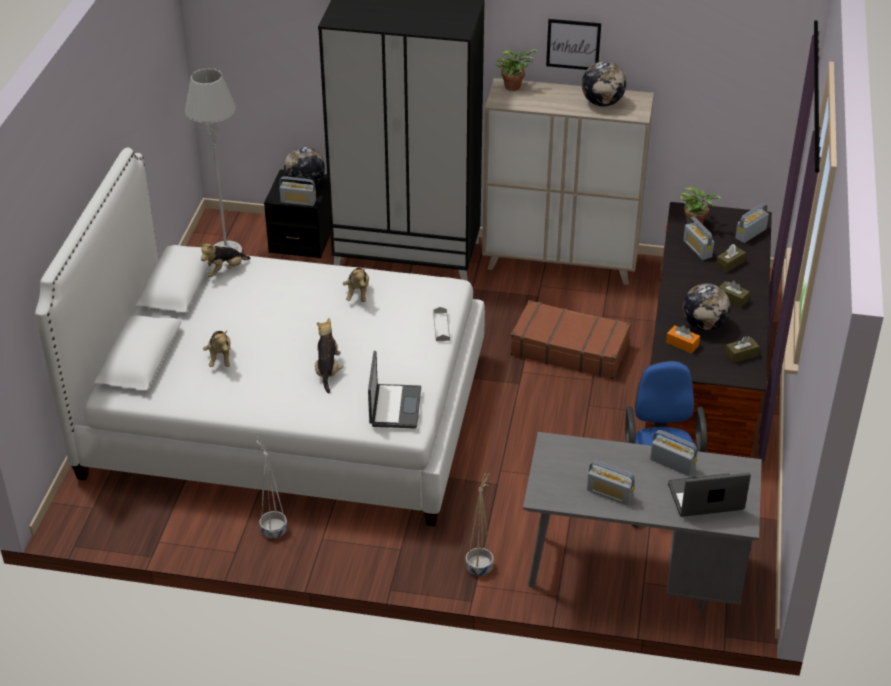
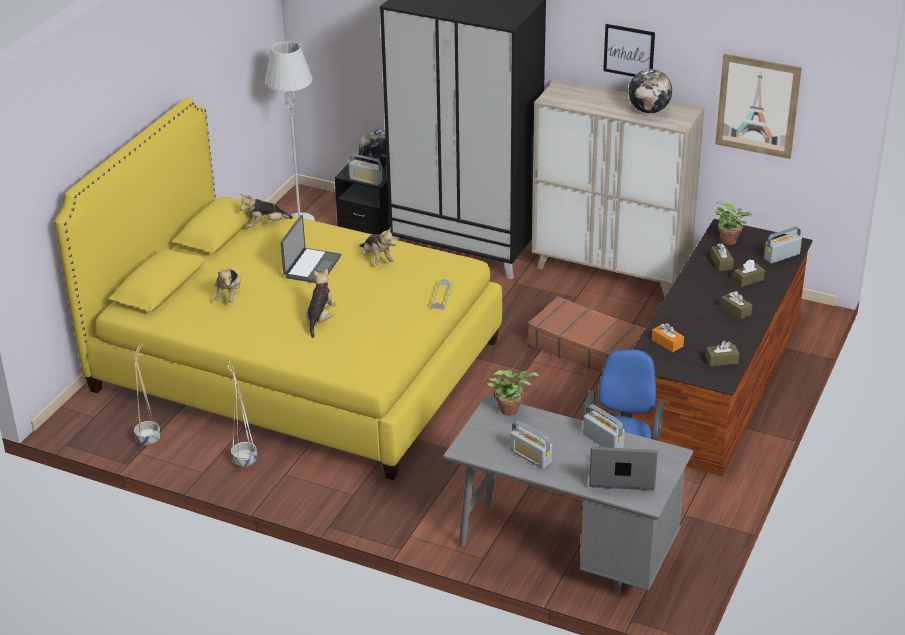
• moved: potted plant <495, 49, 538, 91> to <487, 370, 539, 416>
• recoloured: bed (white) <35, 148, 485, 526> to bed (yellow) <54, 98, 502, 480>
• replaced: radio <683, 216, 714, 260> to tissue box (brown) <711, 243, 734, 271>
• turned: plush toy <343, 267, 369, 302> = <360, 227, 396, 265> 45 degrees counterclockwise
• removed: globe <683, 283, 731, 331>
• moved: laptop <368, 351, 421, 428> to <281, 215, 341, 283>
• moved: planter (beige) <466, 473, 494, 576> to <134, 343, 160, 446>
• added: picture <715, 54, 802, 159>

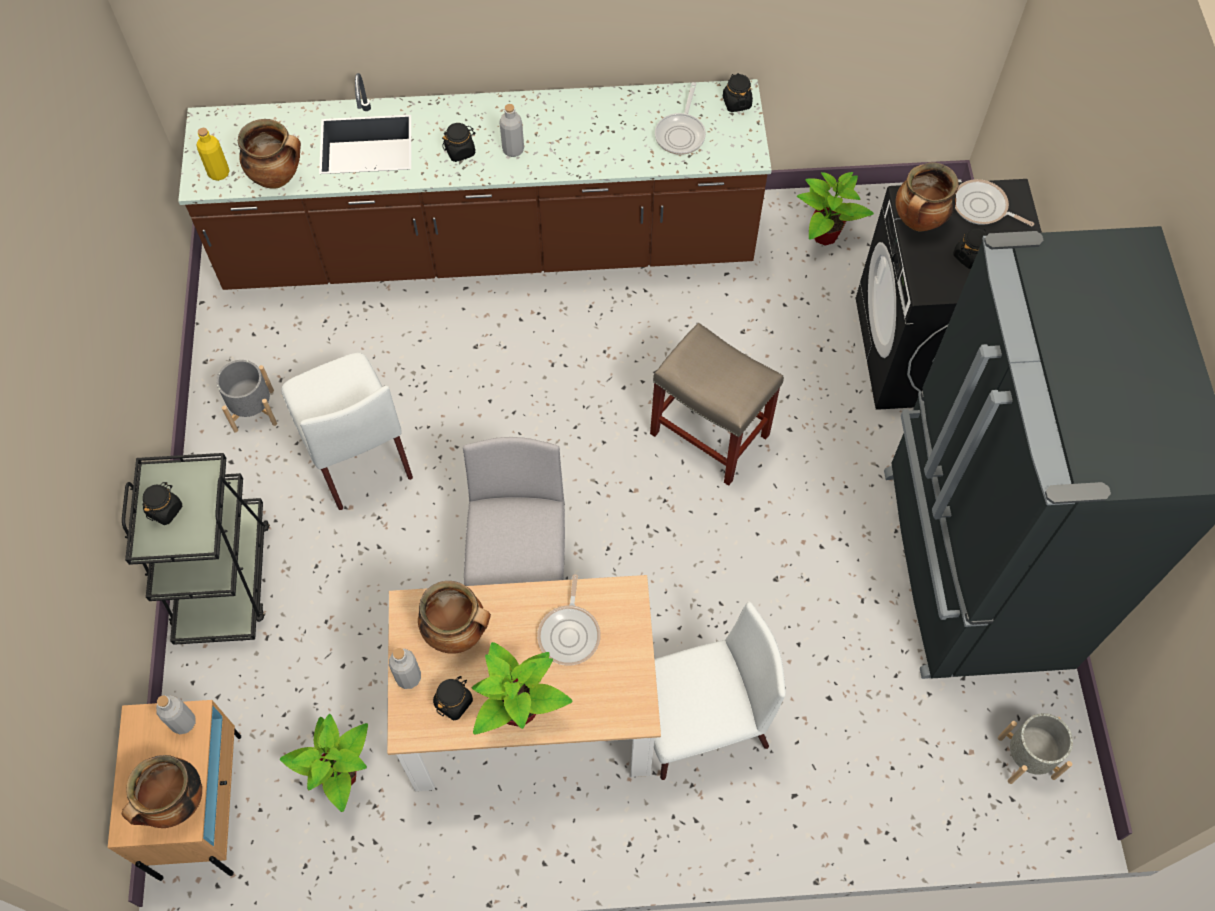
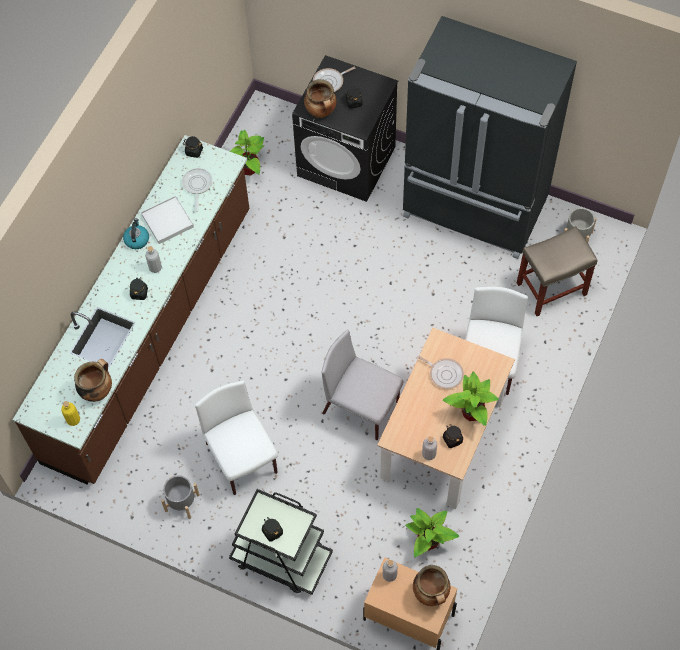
• turned: frying pan <655, 82, 706, 155> = <182, 168, 212, 212> 135 degrees counterclockwise
• moved: stool (beige) <650, 323, 784, 486> to <517, 226, 597, 316>
• turned: chair (white) <281, 353, 413, 510> = <195, 381, 278, 495> 120 degrees counterclockwise
• removed: cooking pot <418, 581, 491, 654>
• added: tray (white) <141, 196, 194, 244>
• added: kettle <123, 218, 149, 249>

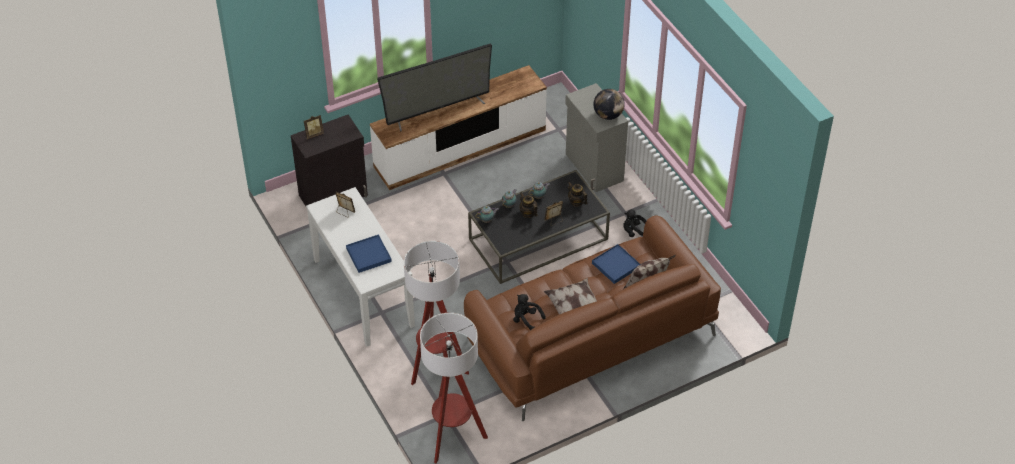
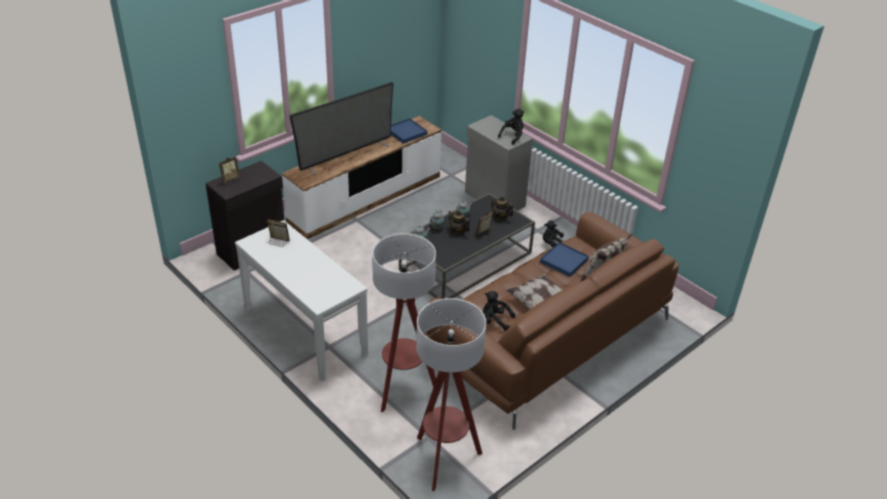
• replaced: globe <594, 89, 625, 120> to plush toy (black) <498, 108, 524, 145>
• moved: tray (blue) <346, 235, 392, 273> to <391, 118, 427, 144>

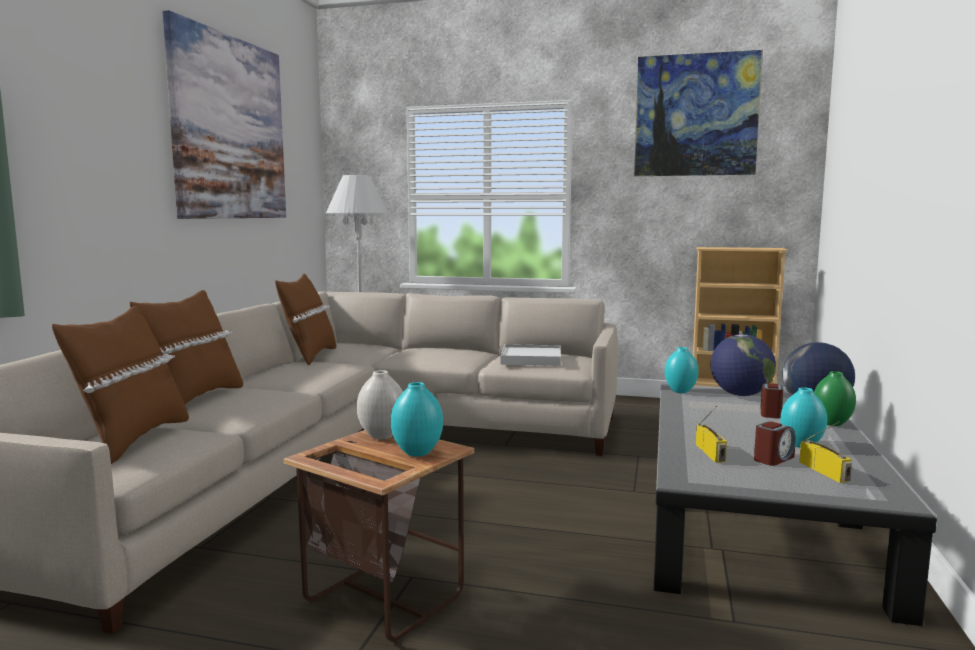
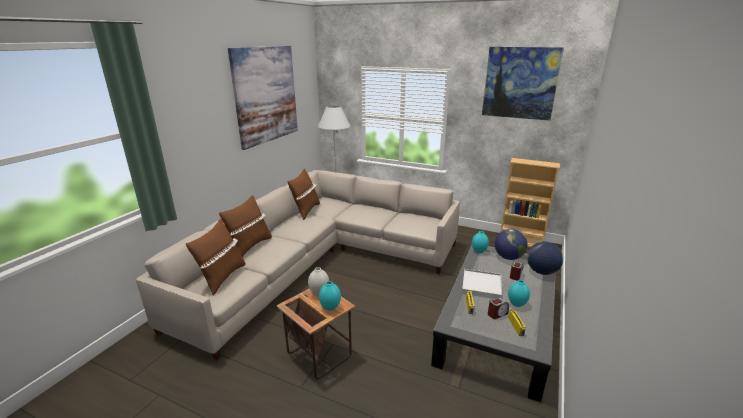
• moved: tray (white) <500, 344, 561, 366> to <462, 269, 502, 299>
• removed: vase (green) <814, 371, 856, 426>

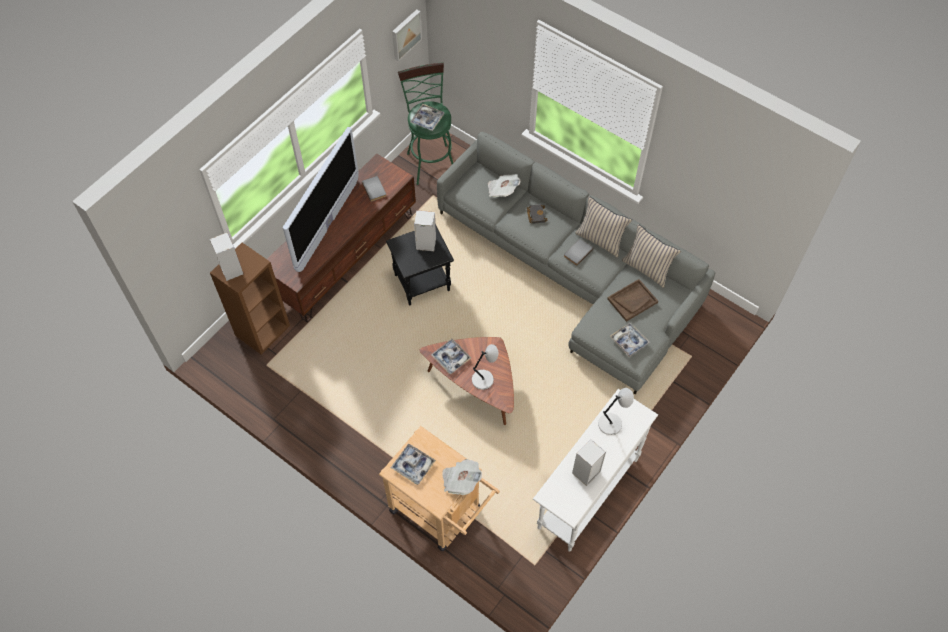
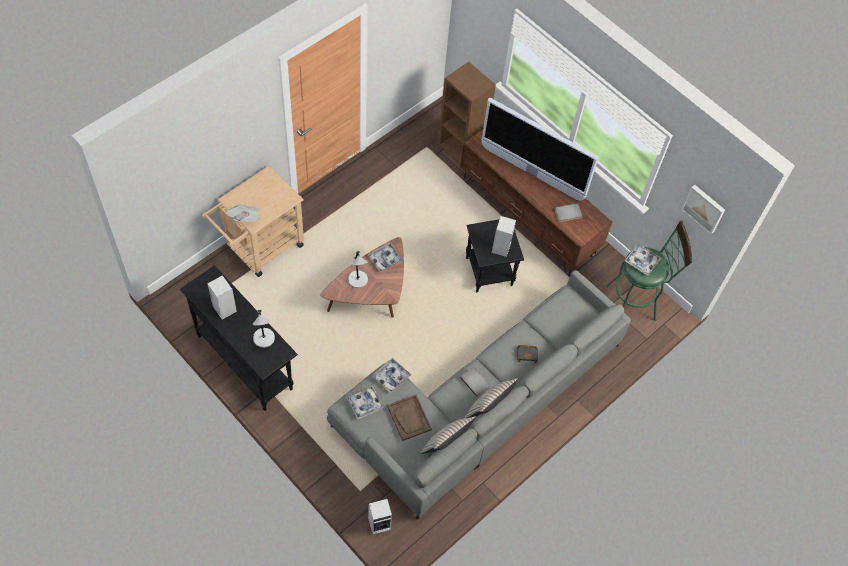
• removed: newspaper <488, 174, 520, 197>
• moved: speaker <210, 233, 243, 281> to <368, 499, 392, 534>
• recoloured: console table (white) <533, 389, 658, 552> to console table (black) <180, 265, 298, 411>
• moved: tray <391, 444, 436, 485> to <372, 358, 411, 393>

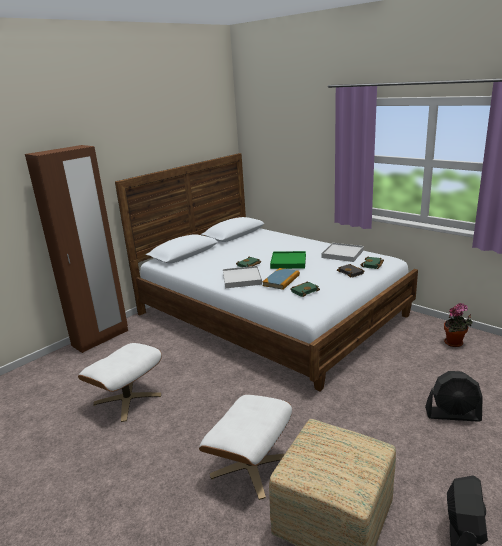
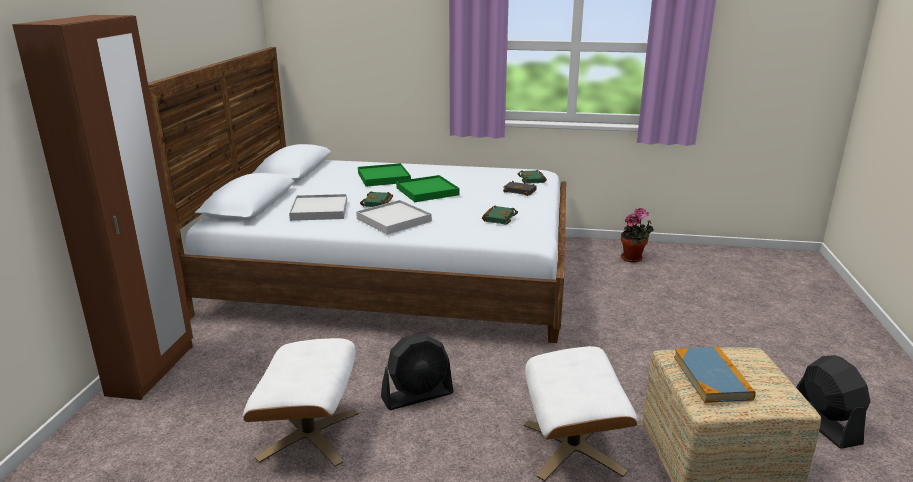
• moved: tray (white) <321, 243, 364, 262> to <289, 194, 347, 221>
• moved: book <262, 268, 300, 290> to <674, 347, 756, 403>
• moved: fan (black) <425, 371, 483, 422> to <381, 334, 454, 410>
• added: tray (green) <358, 163, 411, 187>

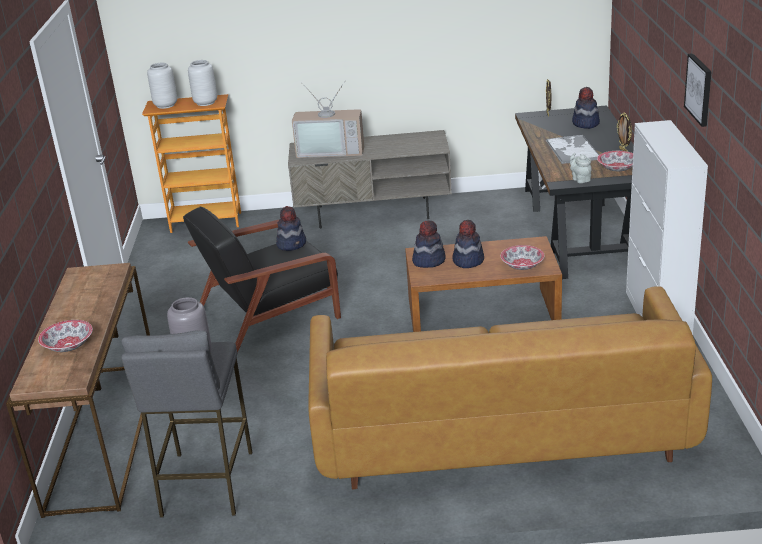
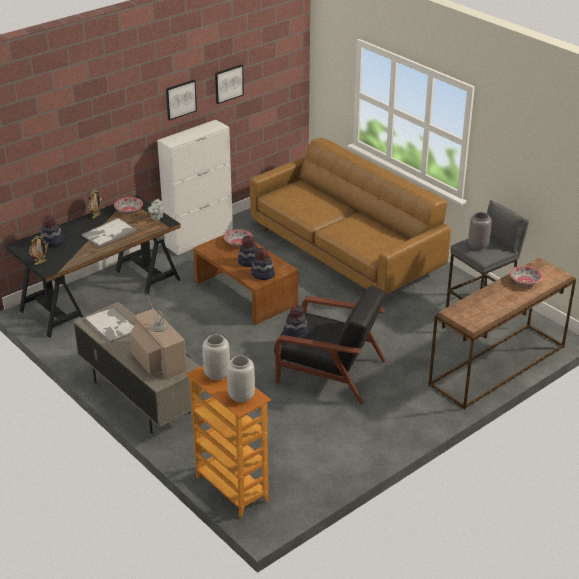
• added: picture <215, 65, 244, 104>
• added: tray <84, 306, 135, 343>

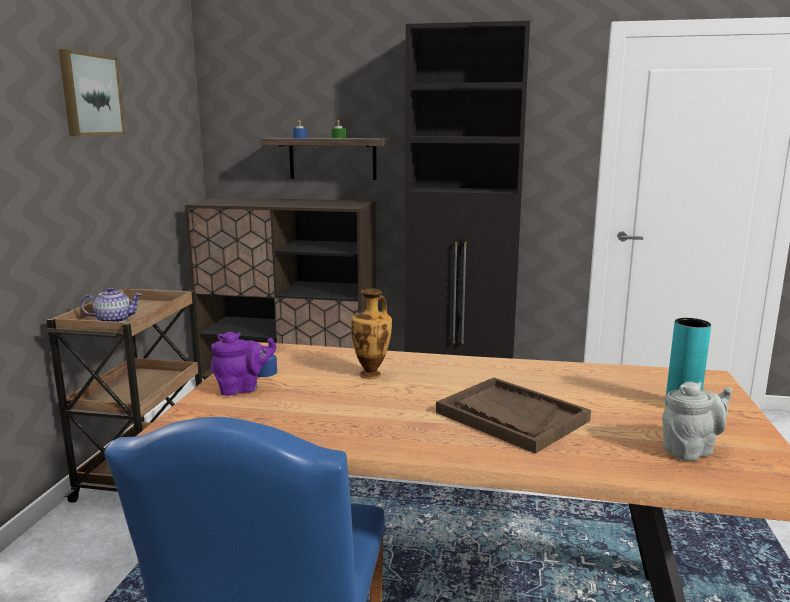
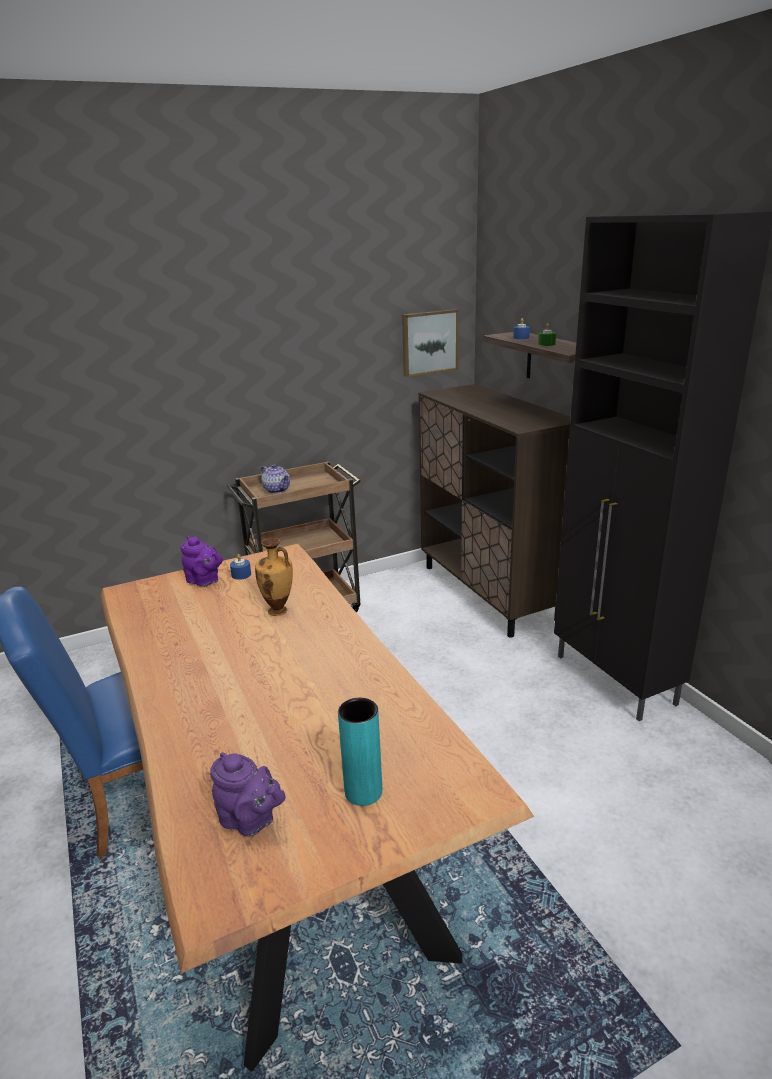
• moved: picture <59, 49, 125, 136> to <402, 309, 459, 377>
• removed: tray (brown) <436, 377, 591, 454>
• recoloured: teapot (grey) <662, 381, 732, 461> to teapot (purple) <210, 752, 285, 836>

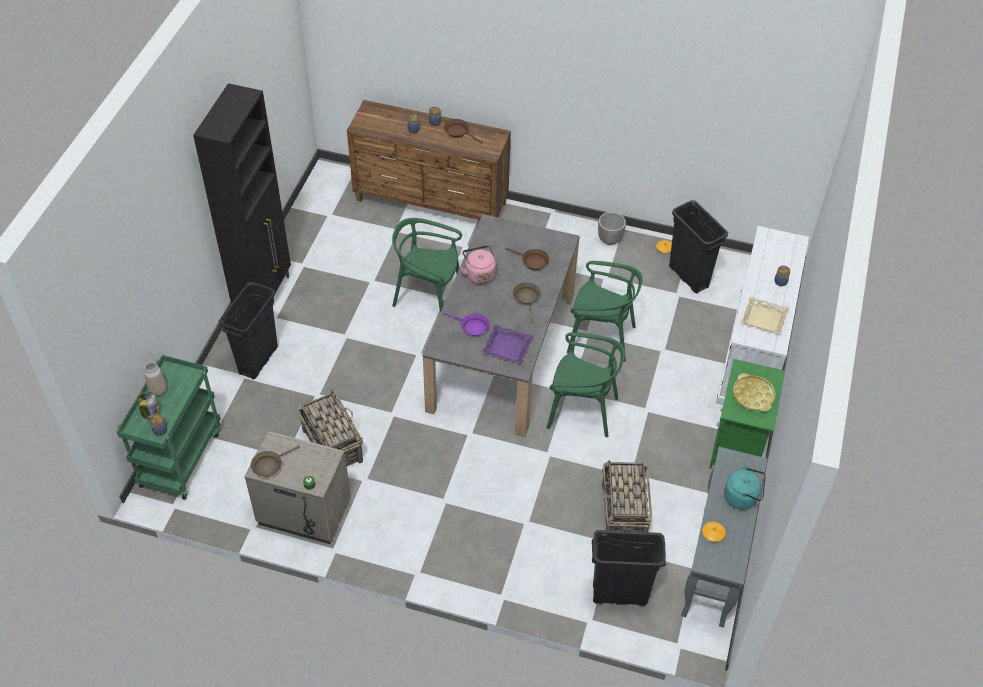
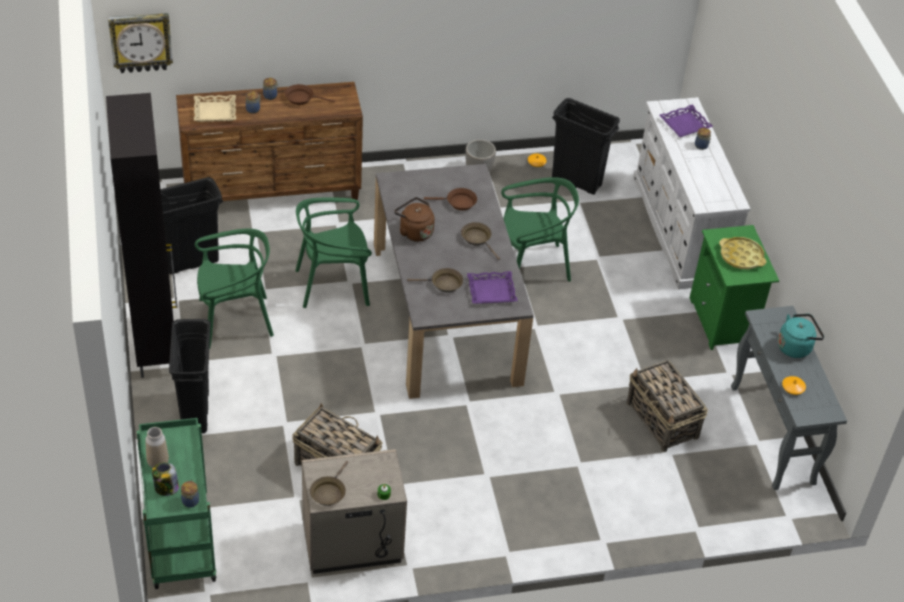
• recoloured: kettle (pink) <460, 245, 496, 284> to kettle (brown) <394, 197, 435, 242>
• moved: tray (beige) <741, 297, 789, 334> to <194, 95, 236, 122>
• recoloured: frying pan (purple) <444, 312, 489, 336> to frying pan (brown) <407, 268, 463, 293>
• moved: chair (green) <546, 332, 625, 437> to <195, 229, 274, 349>
• moved: trash can (black) <592, 530, 666, 606> to <160, 177, 223, 274>
• added: wall clock <108, 13, 173, 73>
• added: tray (purple) <659, 105, 713, 137>

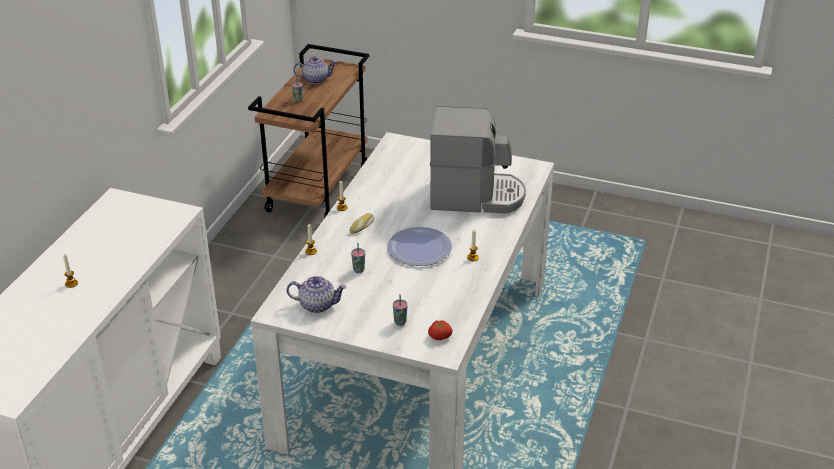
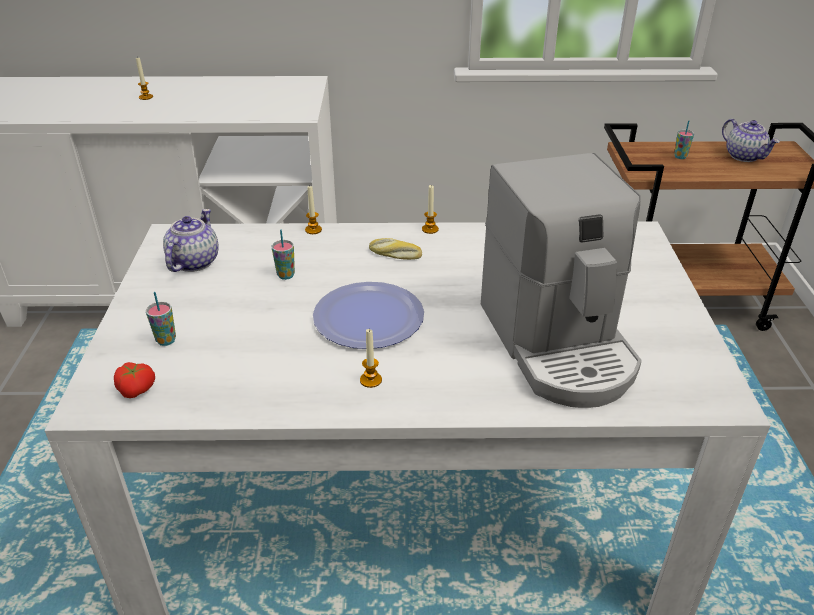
• turned: teapot <287, 276, 347, 313> = <163, 209, 219, 272> 150 degrees counterclockwise

